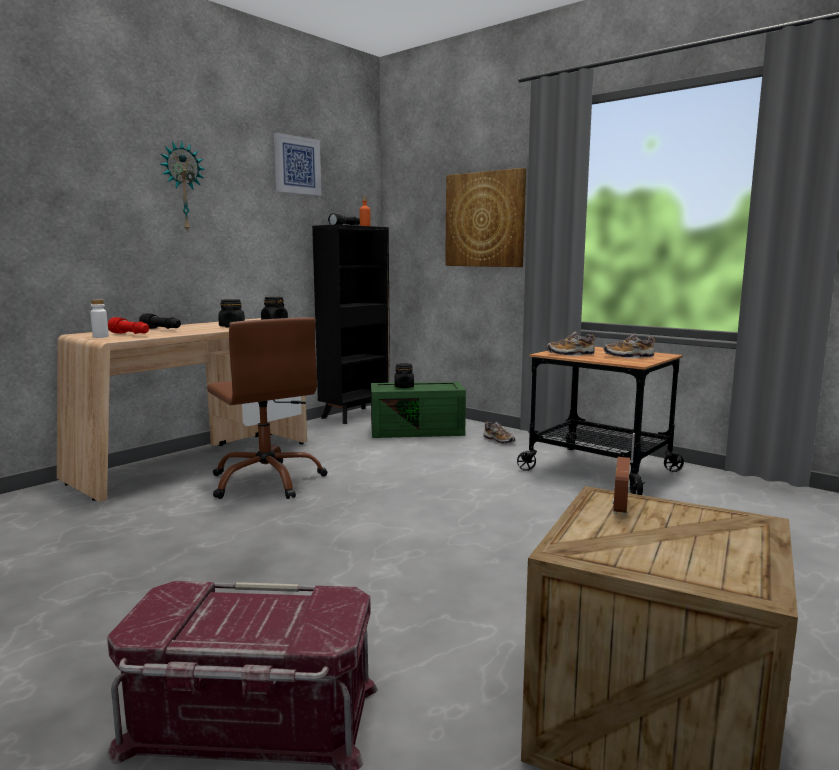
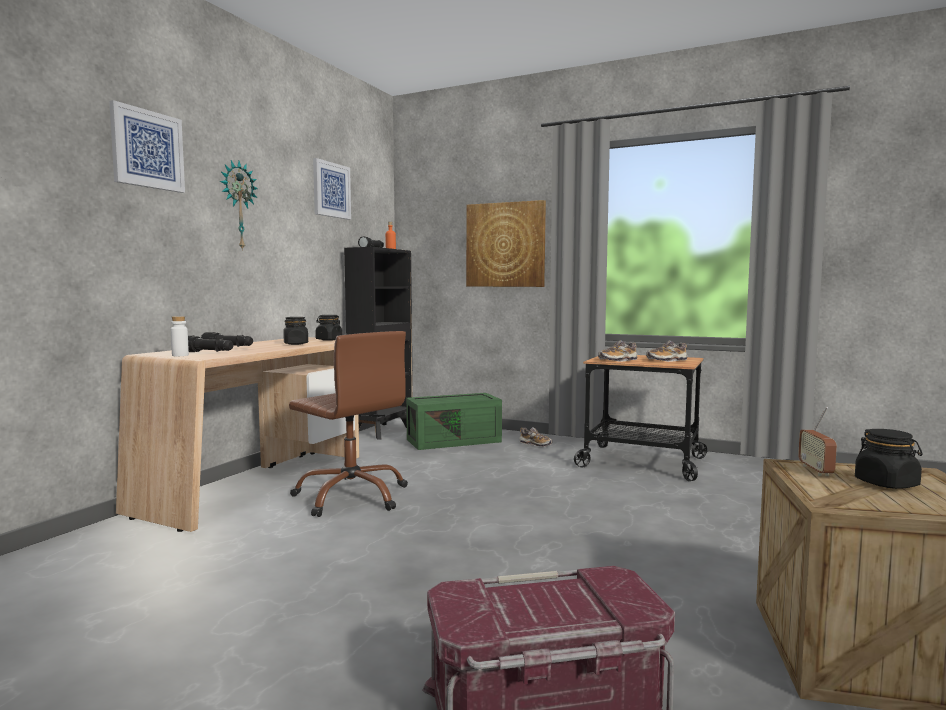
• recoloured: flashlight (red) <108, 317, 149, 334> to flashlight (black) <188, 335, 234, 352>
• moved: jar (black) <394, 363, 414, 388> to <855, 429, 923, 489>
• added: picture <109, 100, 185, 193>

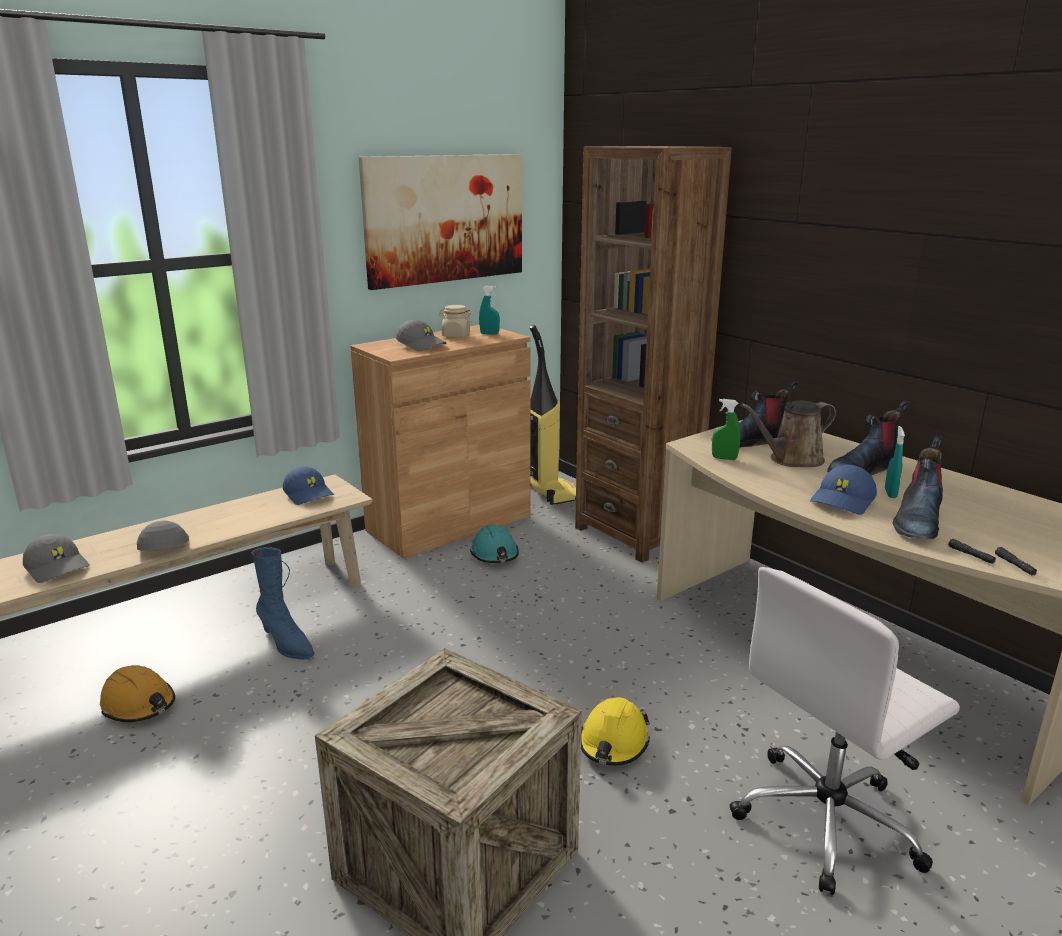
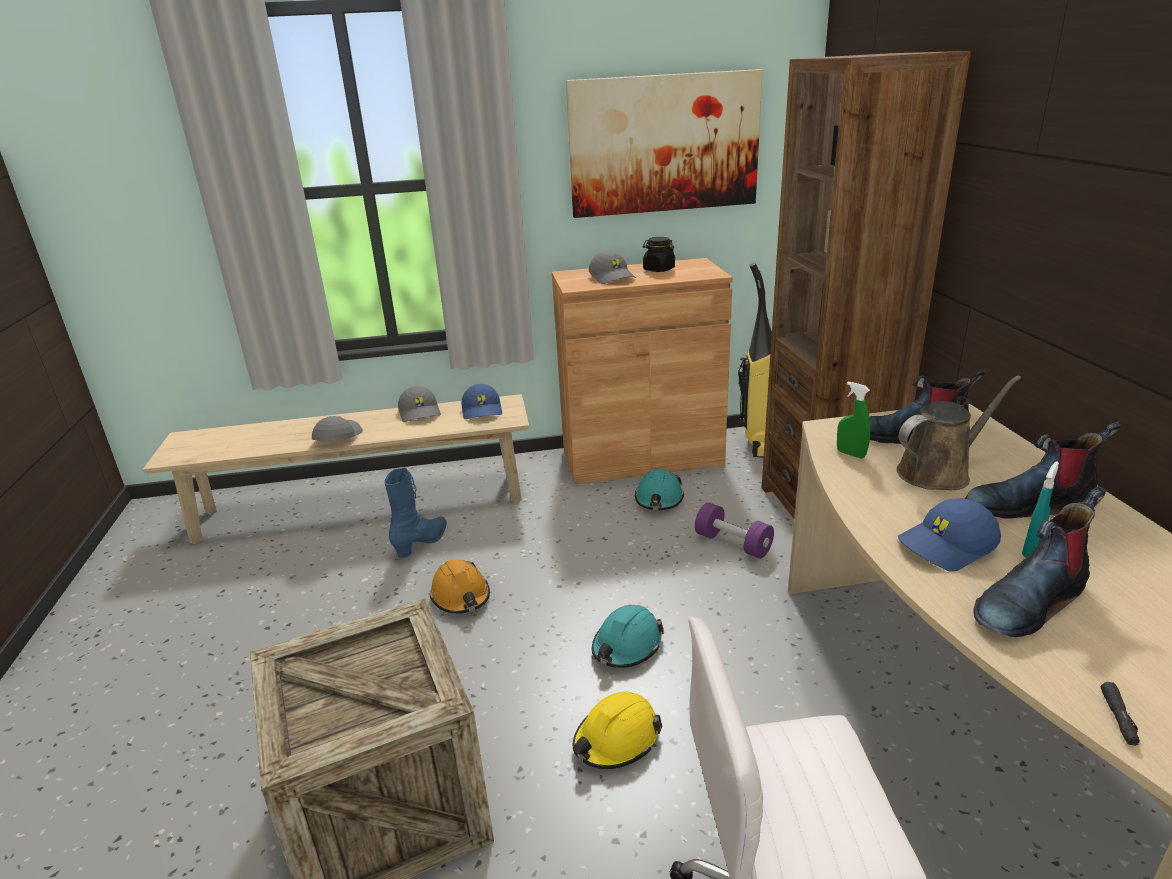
• removed: spray bottle (turquoise) <479, 286, 500, 335>
• recoloured: jar (beige) <439, 305, 472, 338> to jar (black) <643, 237, 675, 272>
• turned: watering can (brown) <741, 400, 836, 467> = <896, 376, 1021, 490> 150 degrees clockwise
• moved: cap (grey) <23, 534, 90, 583> to <398, 386, 441, 422>
• removed: flashlight (black) <948, 539, 996, 564>
• turned: boot (blue) <252, 547, 314, 660> = <384, 467, 447, 558> 135 degrees counterclockwise
• moved: hard hat (orange) <100, 665, 175, 723> to <430, 559, 490, 614>
• added: dumbbell (purple) <695, 502, 774, 559>
• added: hard hat (turquoise) <592, 605, 664, 668>

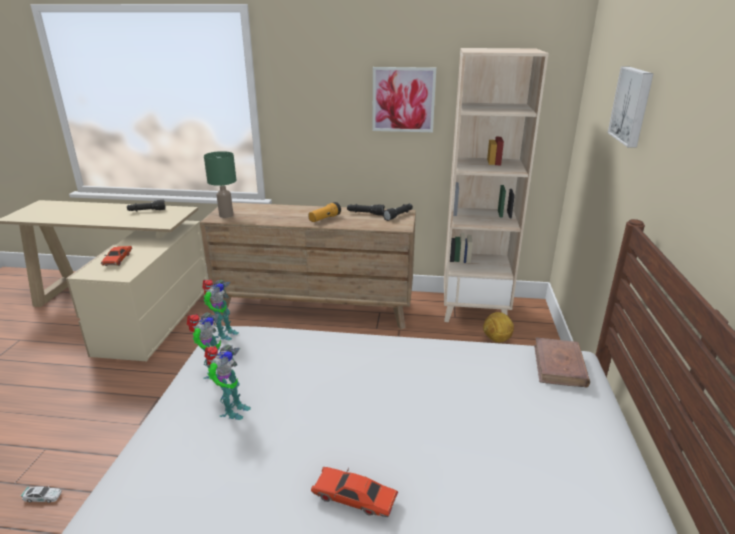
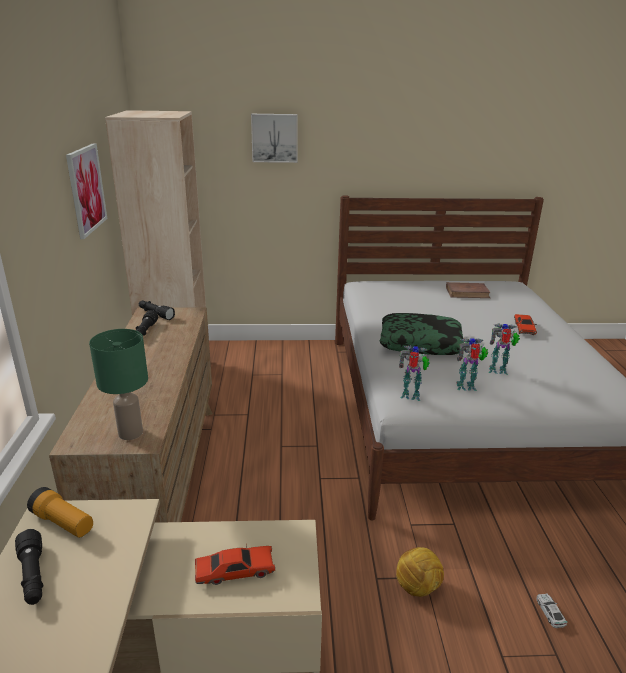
• moved: flashlight <309, 202, 341, 222> to <27, 487, 93, 538>
• moved: football <483, 312, 514, 343> to <396, 547, 444, 597>
• moved: book (brown) <534, 338, 590, 387> to <446, 282, 490, 298>
• added: pillow <380, 313, 464, 355>

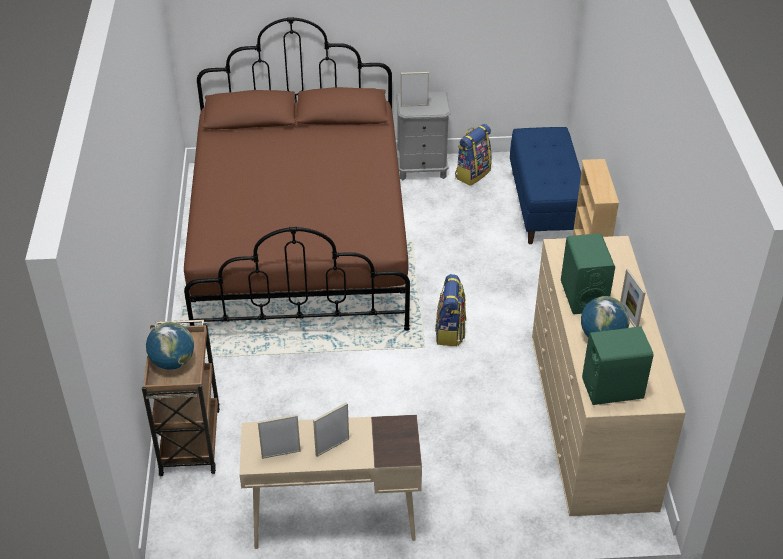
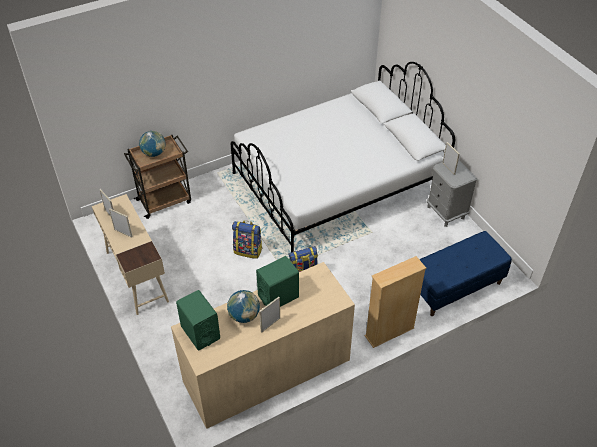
• recoloured: bed (brown) <184, 17, 410, 331> to bed (white) <231, 62, 455, 253>
• moved: backpack <455, 124, 492, 186> to <232, 220, 262, 259>

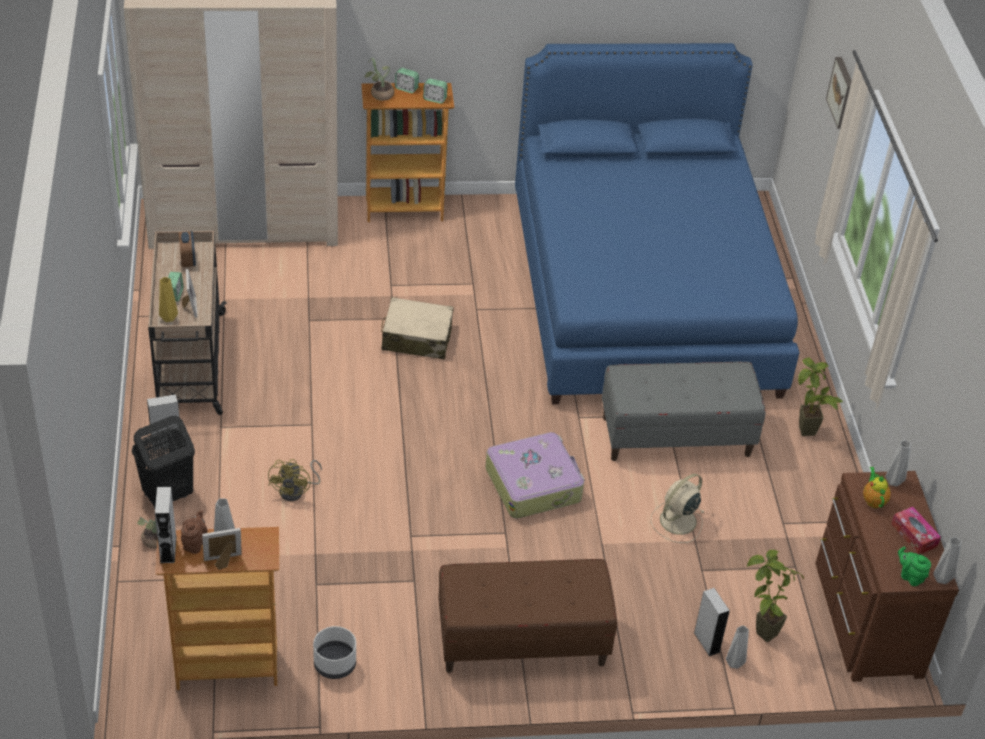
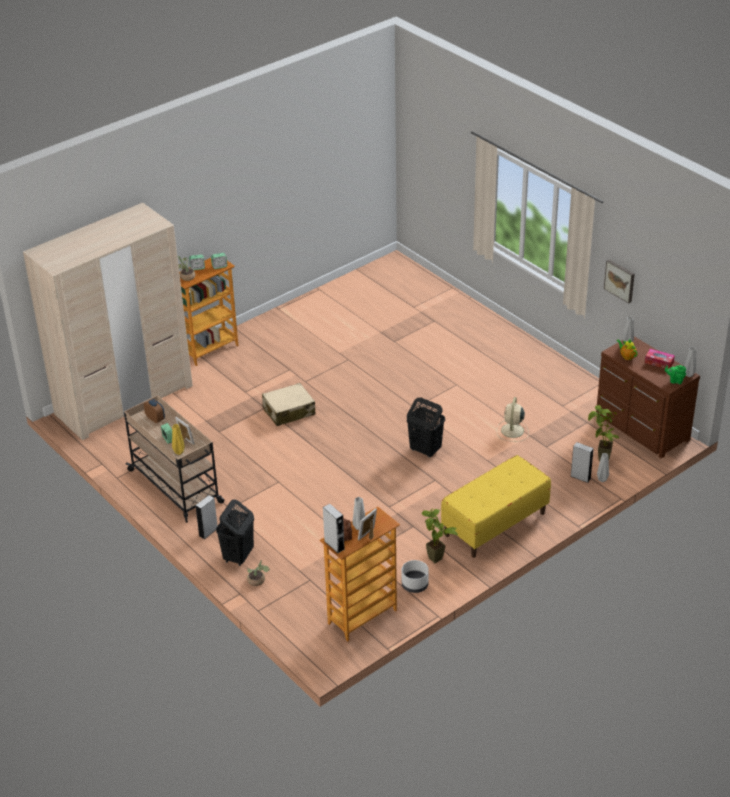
• removed: bed (blue) <515, 43, 800, 404>
• moved: picture <826, 57, 852, 129> to <604, 259, 635, 303>
• moved: potted plant <798, 357, 843, 436> to <422, 509, 458, 563>
• removed: bench (grey) <602, 362, 765, 461>
• replaced: suitcase <485, 432, 585, 519> to laundry basket (black) <407, 398, 445, 458>
• removed: fan (yellow) <268, 459, 322, 501>
• recoloured: bench (brown) <438, 559, 617, 673> to bench (yellow) <441, 455, 551, 558>

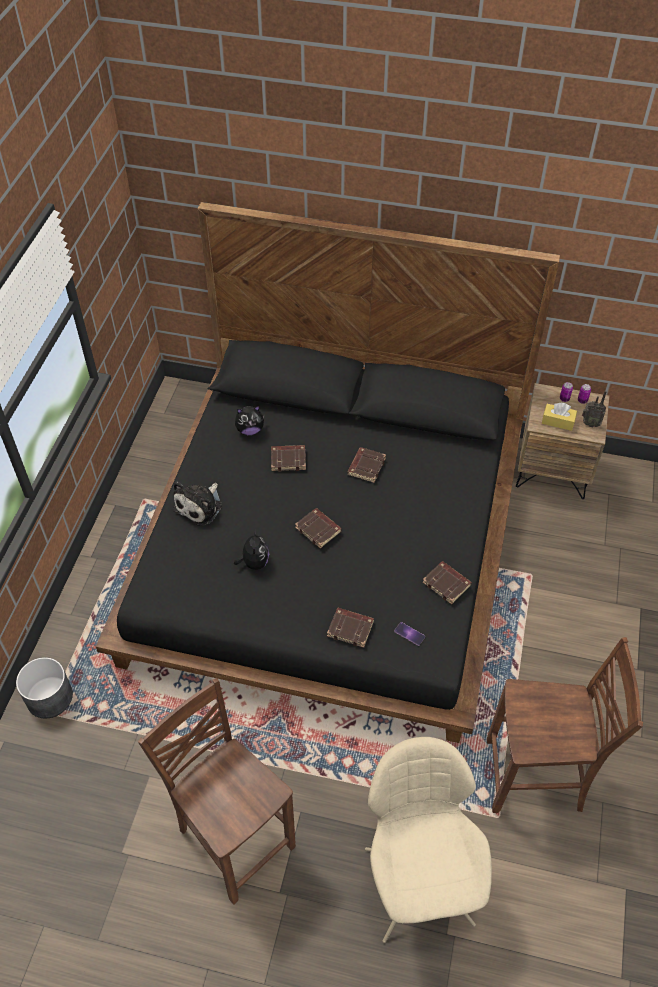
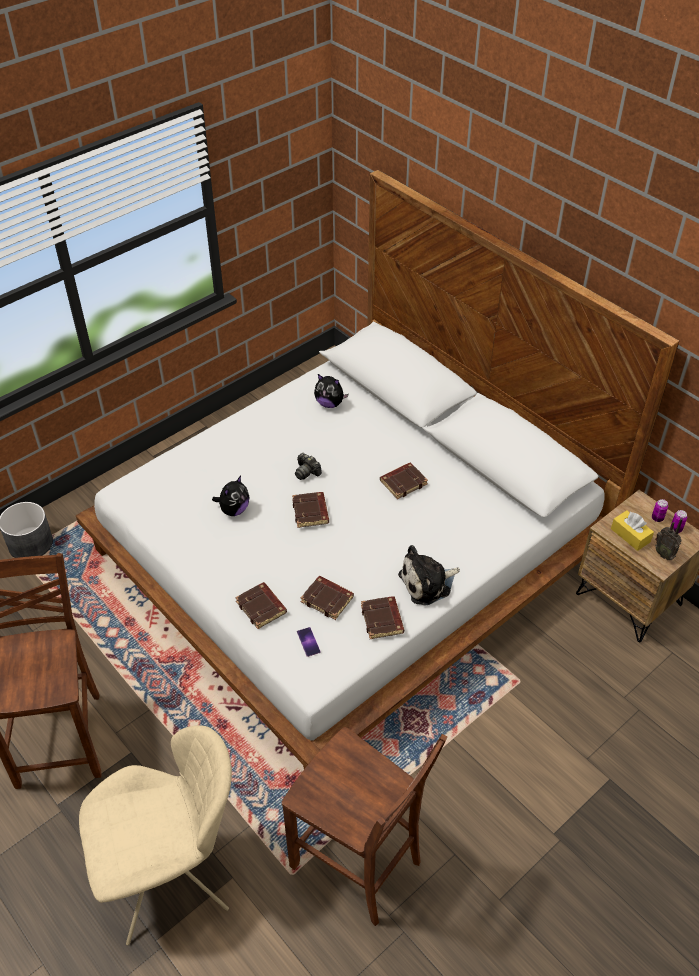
• recoloured: bed (black) <96, 202, 560, 743> to bed (white) <76, 170, 679, 769>
• moved: book (brown) <271, 445, 306, 472> to <301, 576, 354, 620>
• moved: plush toy <173, 482, 222, 526> to <398, 545, 460, 606>
• turned: chair (beige) <365, 737, 492, 943> = <79, 725, 232, 946> 45 degrees clockwise
• added: photo camera <295, 453, 322, 480>

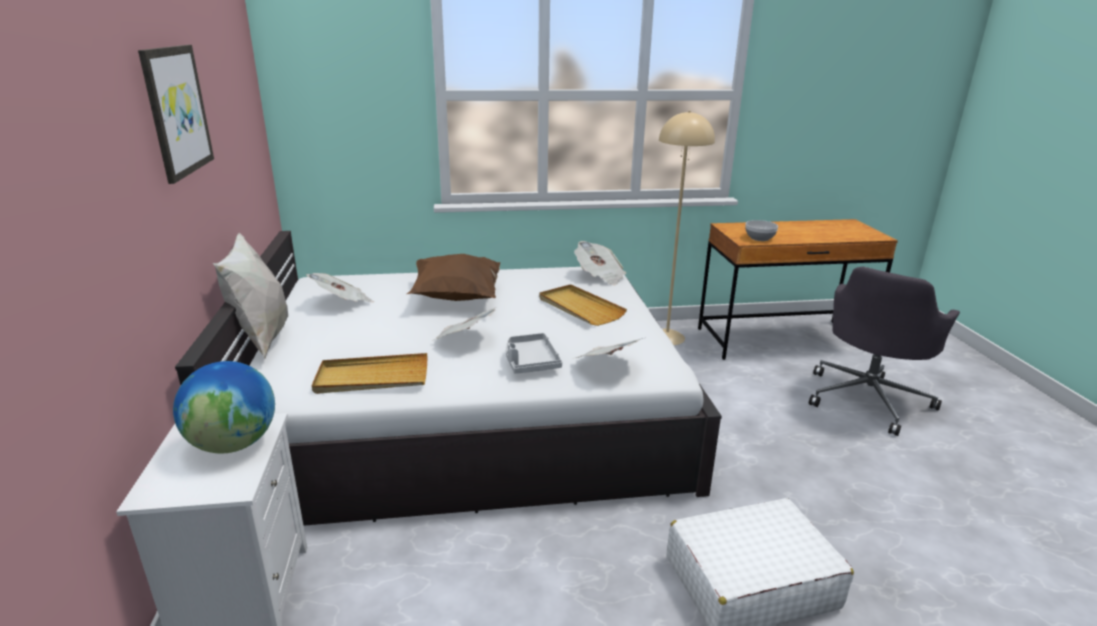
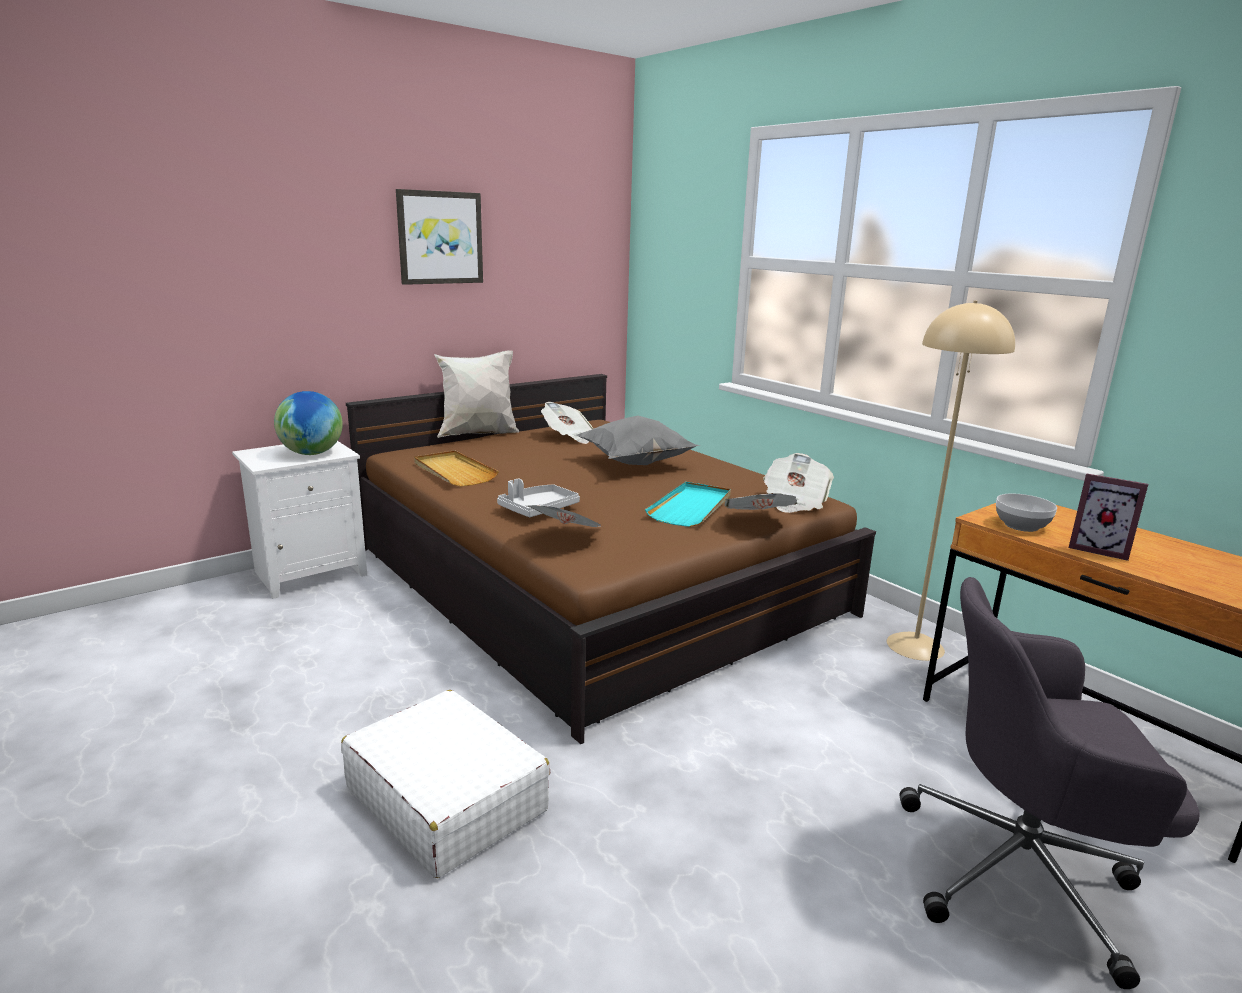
• recoloured: bed (white) <175, 231, 722, 526> to bed (brown) <346, 374, 876, 744>
• recoloured: pillow (brown) <407, 254, 500, 301> to pillow (grey) <575, 416, 700, 465>
• recoloured: tray (beige) <539, 284, 627, 326> to tray (turquoise) <645, 482, 731, 527>
• moved: newspaper <432, 307, 496, 341> to <725, 493, 797, 510>
• added: picture frame <1069, 473, 1148, 561>

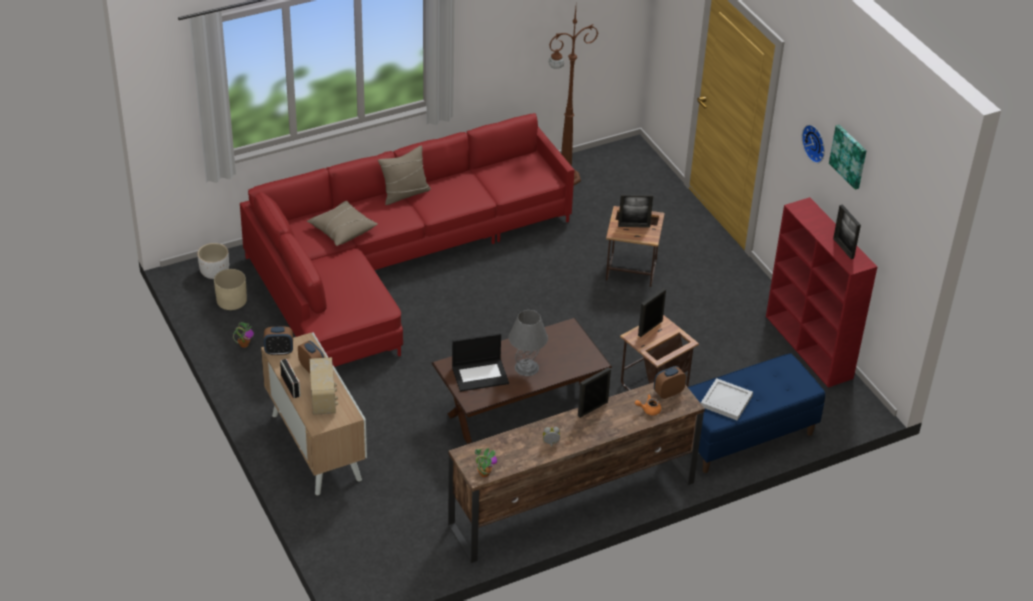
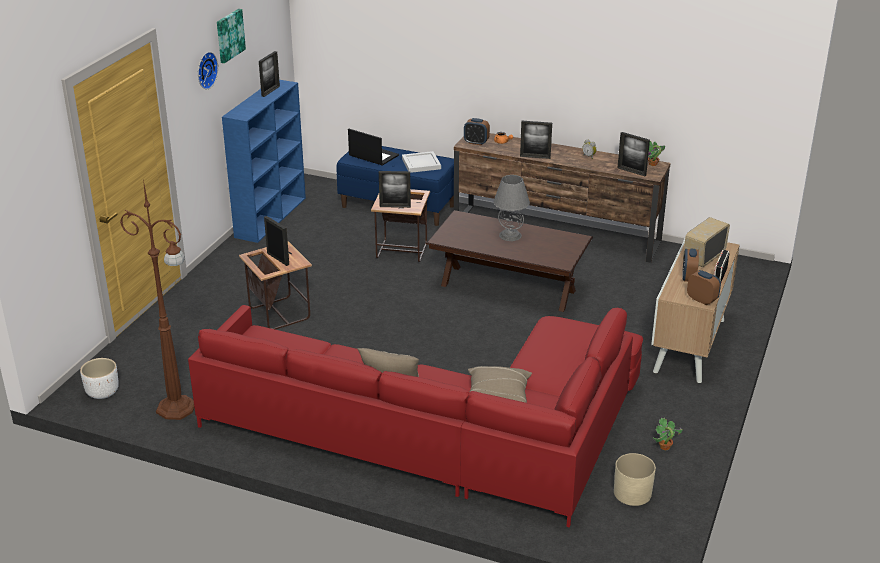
• recoloured: bookcase (red) <766, 197, 877, 388> to bookcase (blue) <222, 80, 306, 243>
• moved: planter (white) <197, 243, 229, 279> to <80, 358, 119, 399>
• moved: laptop <452, 333, 509, 392> to <348, 129, 399, 166>
• added: picture frame <618, 132, 650, 176>

